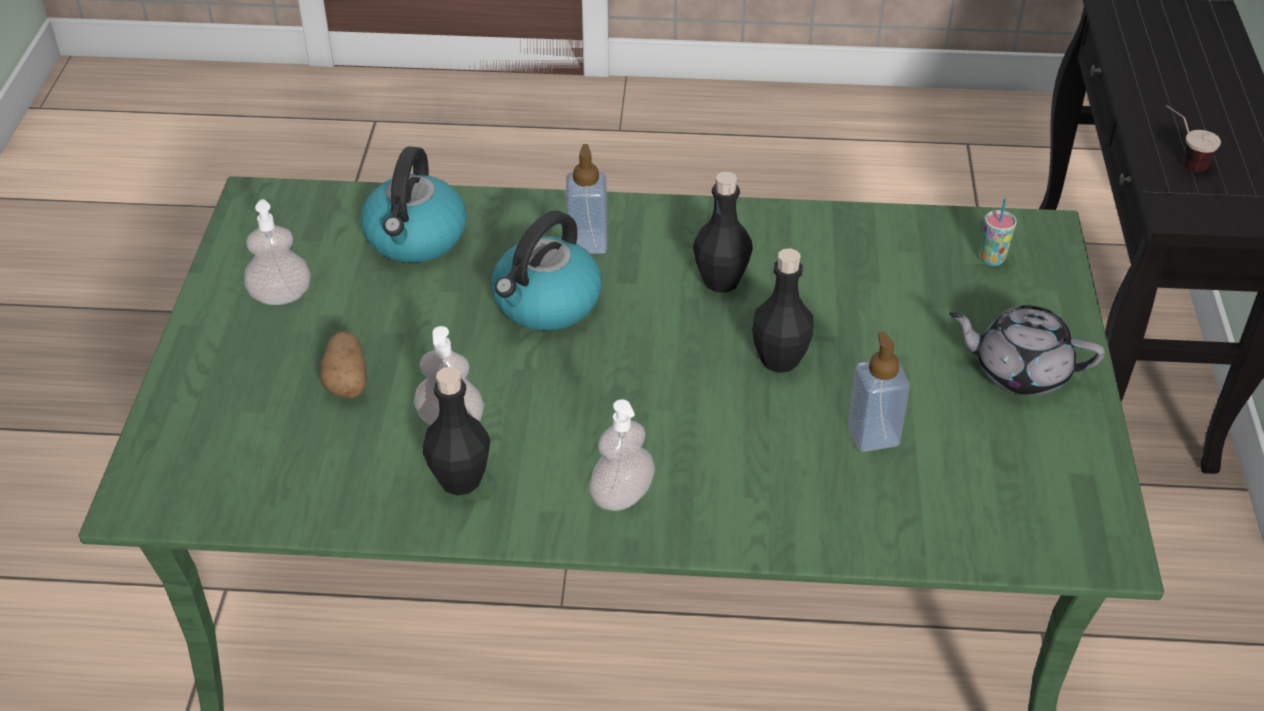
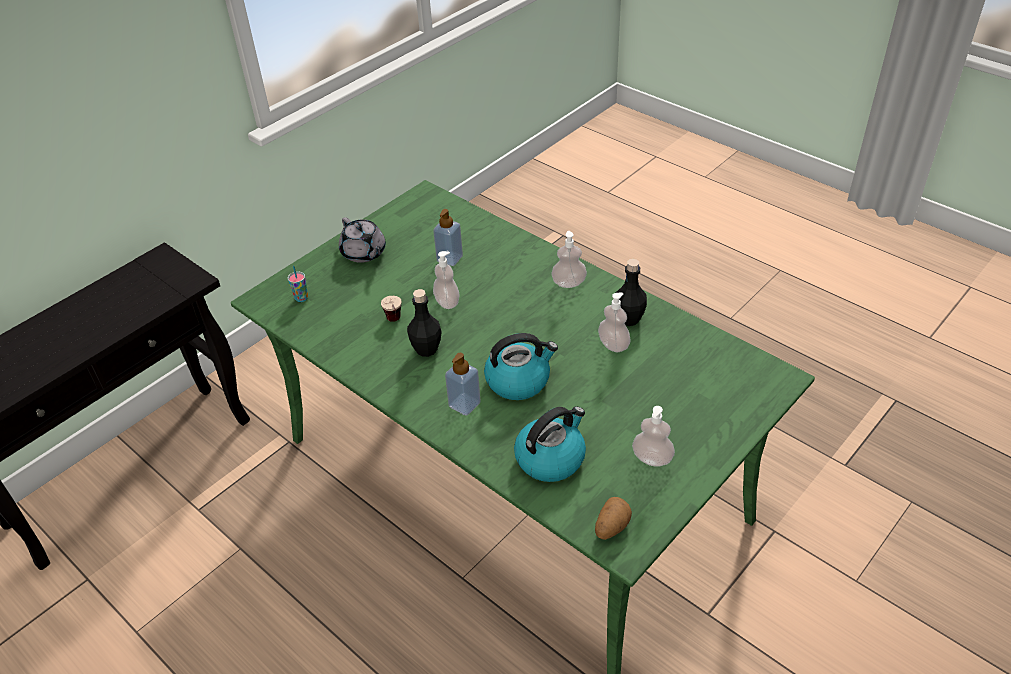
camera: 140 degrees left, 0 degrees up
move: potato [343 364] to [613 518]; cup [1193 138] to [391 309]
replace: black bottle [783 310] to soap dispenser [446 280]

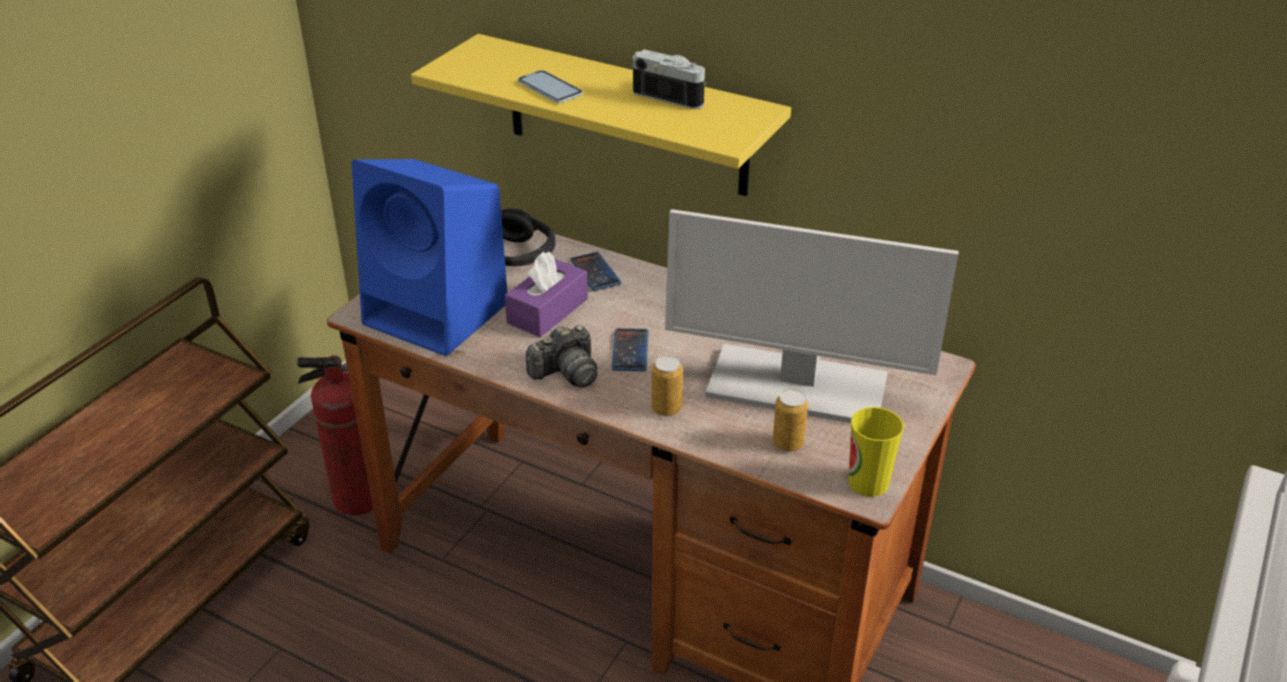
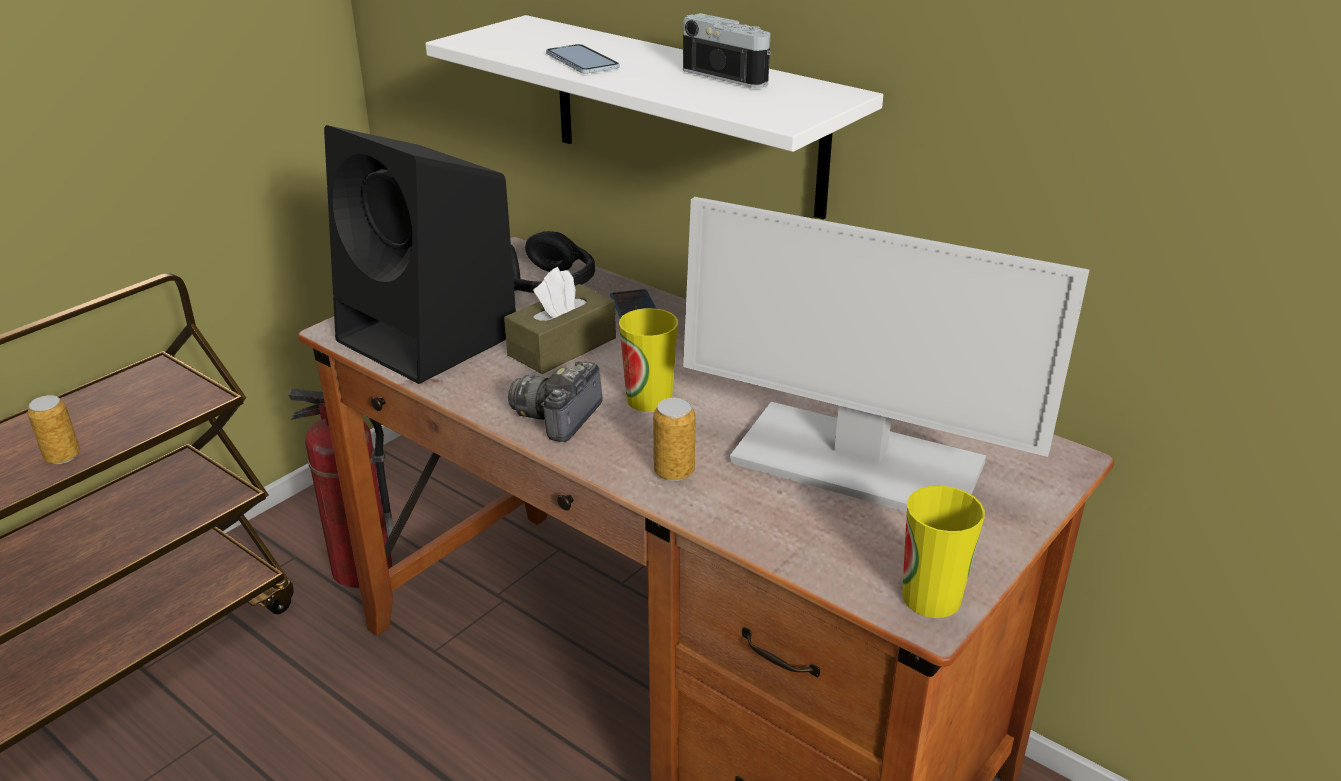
camera: 10 degrees right, 5 degrees down
move: can [790 420] to [53 429]
replace: phone [630 349] to cup [648 360]
recolor: blue speaker [429 257] to black speaker [420 254]; yellow shelf [601 115] to white shelf [654 117]; purple tissue box [546 294] to brown tissue box [560 320]
rotate: photo camera [562 356] = [555 401] 135 degrees clockwise

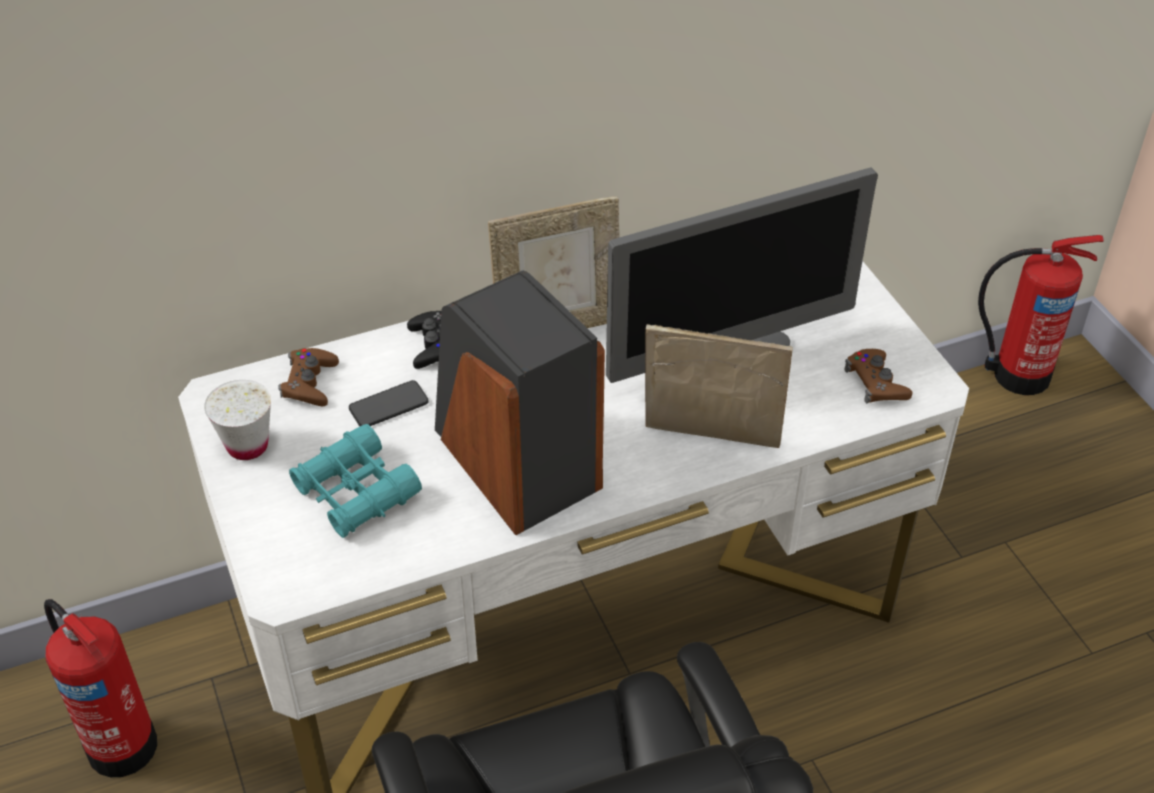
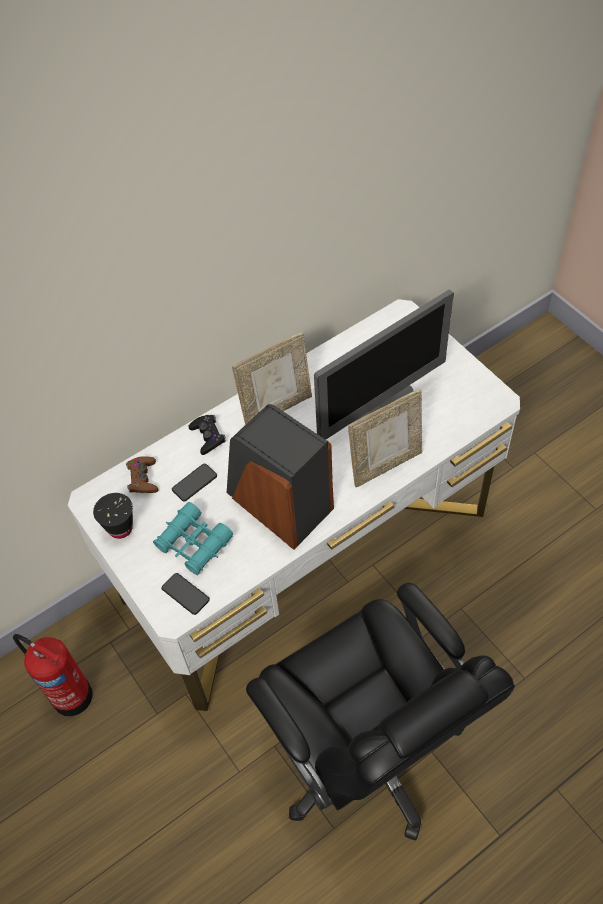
camera: 10 degrees left, 10 degrees up
delete: brown game controller [878 376]; fire extinguisher [1041 315]
insert: phone [185 594]
recolor: white cup [237 420] to black cup [113 516]
rotate: picture frame [719 386] = [385 438] 150 degrees clockwise

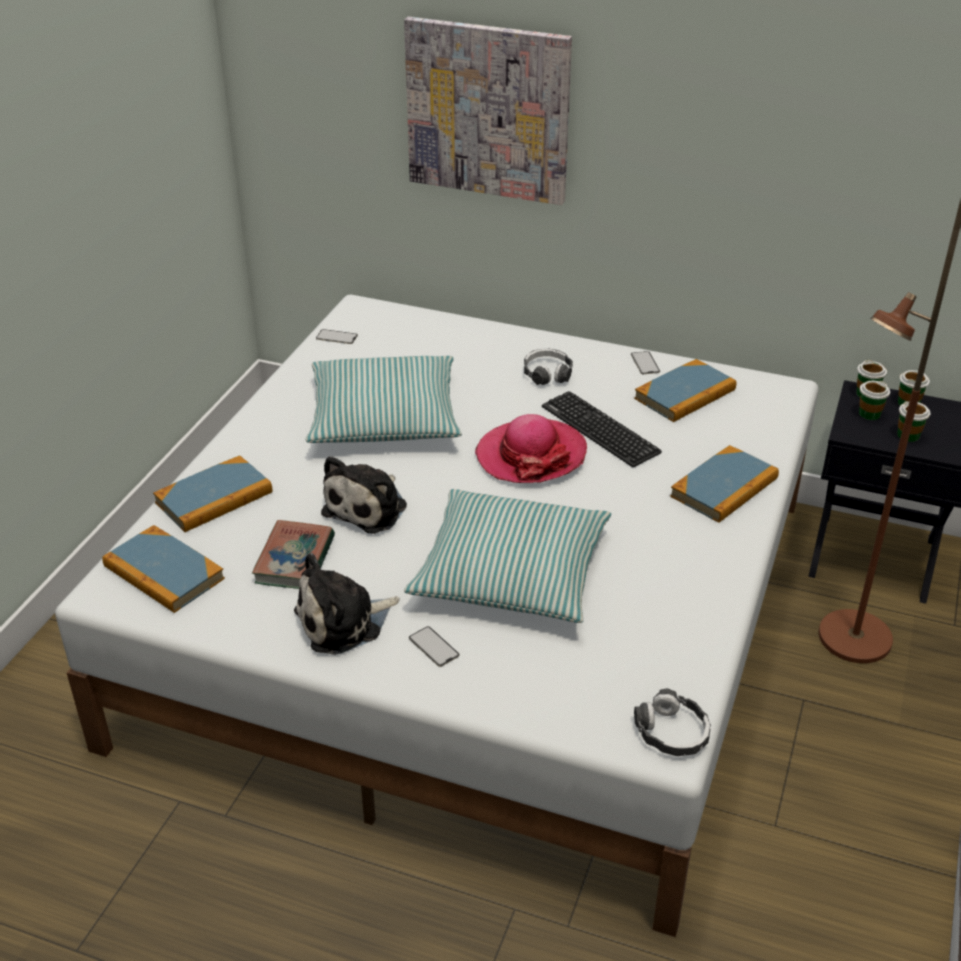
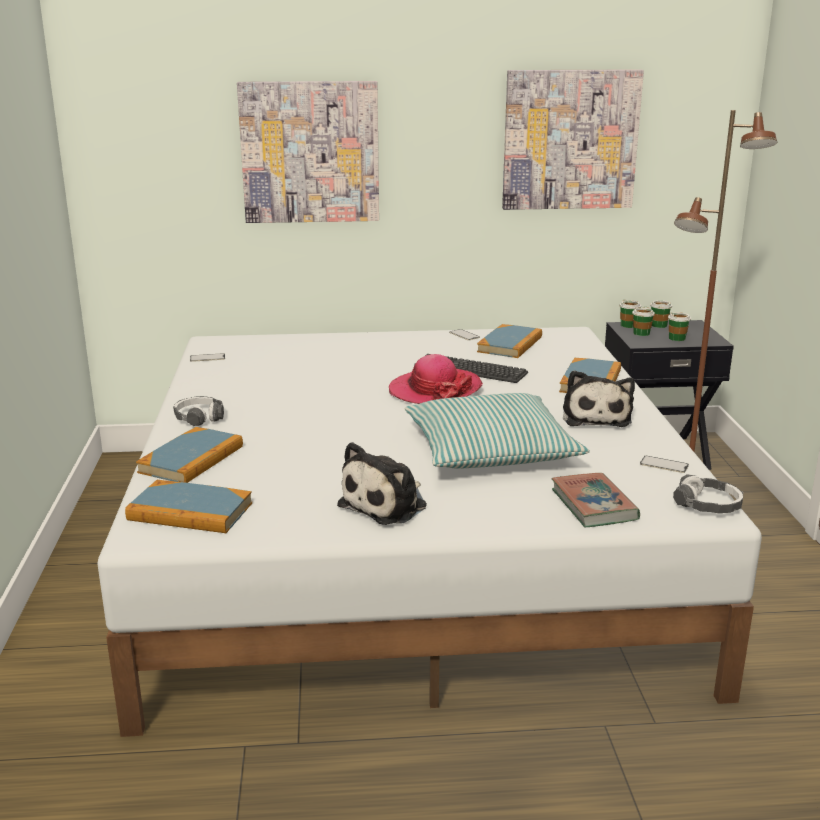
camera: 25 degrees left, 15 degrees down
delete: pillow [384 399]
insert: picture [573 139]
move: book [293 554] to [595 500]; plush toy [364 495] to [599 398]; phone [434 646] to [664 464]; headphones [548 367] to [198 411]

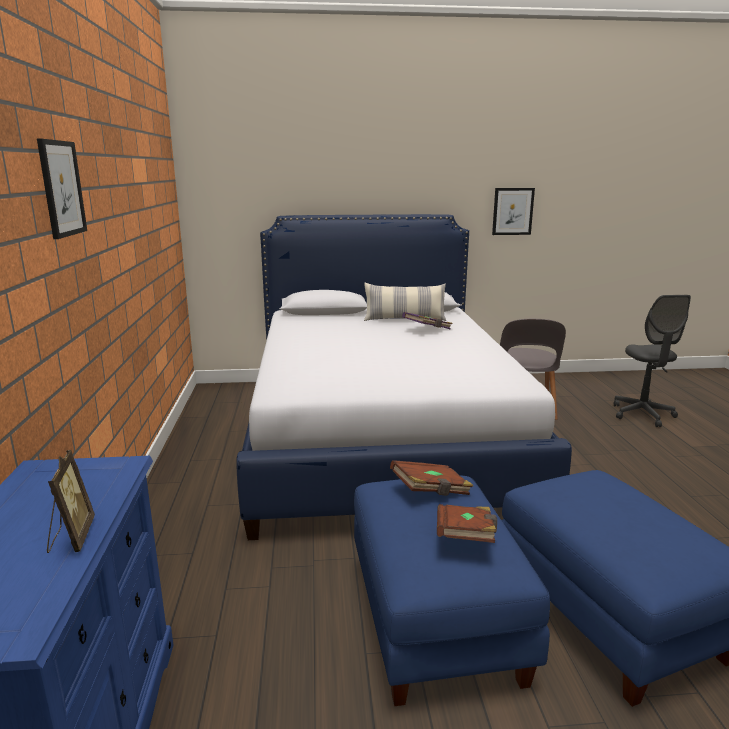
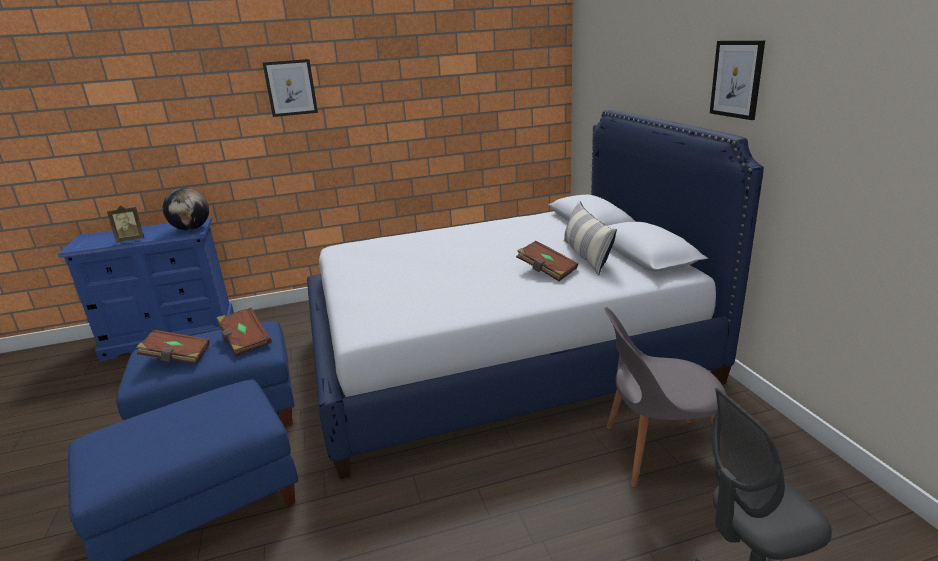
camera: 80 degrees right, 5 degrees up
insert: globe [186 209]
move: picture [513 211] to [737 80]
recolor: purple book [427 320] to brown book [547 261]

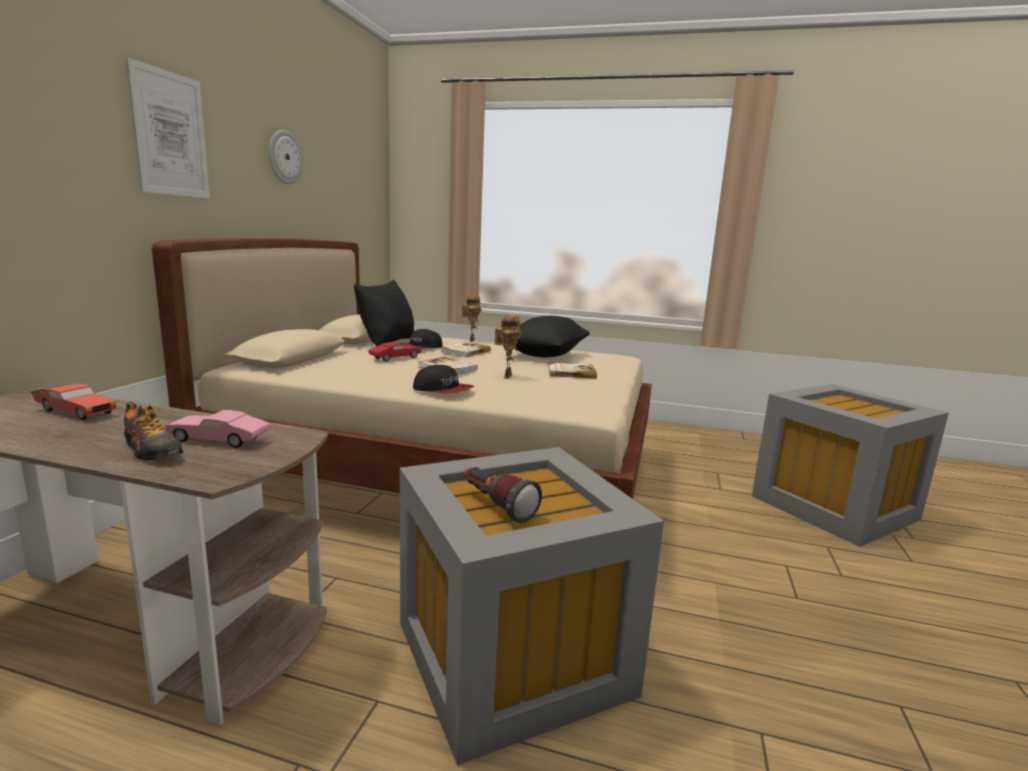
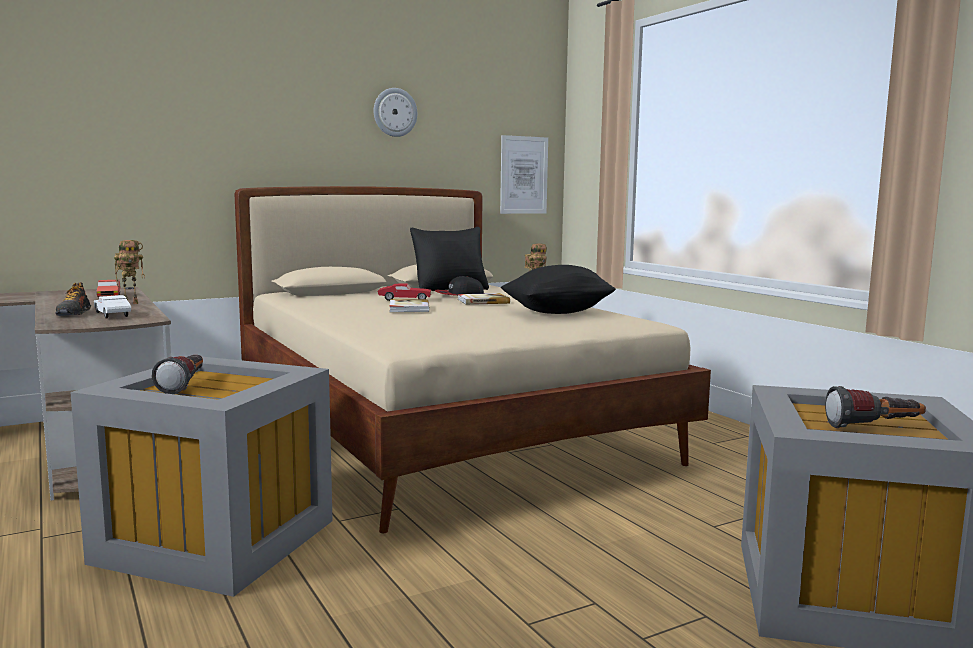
camera: 45 degrees right, 5 degrees down
delete: cap [443 378]; book [573 371]
insert: flashlight [875 407]
move: picture [167 127] to [524 174]; toy robot [507 347] to [129 272]
recolor: pink toy car [218 429] to white toy car [112 307]

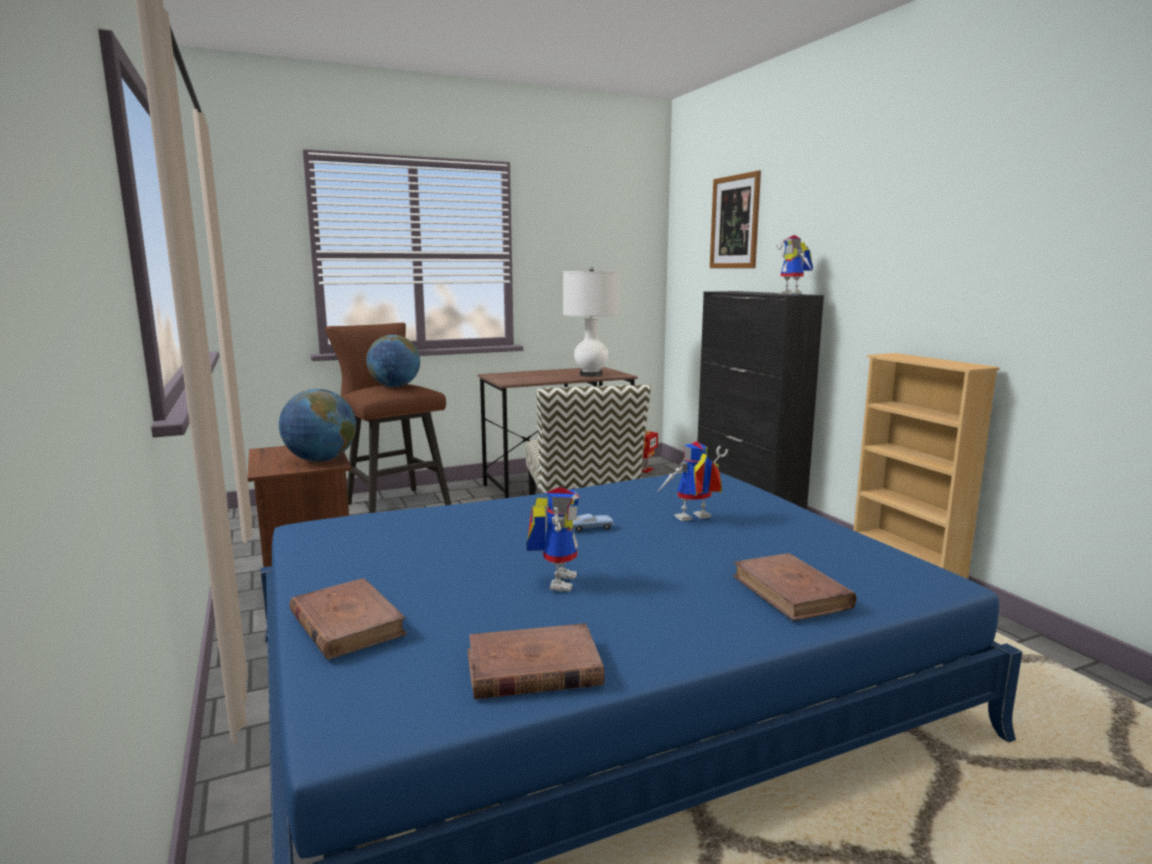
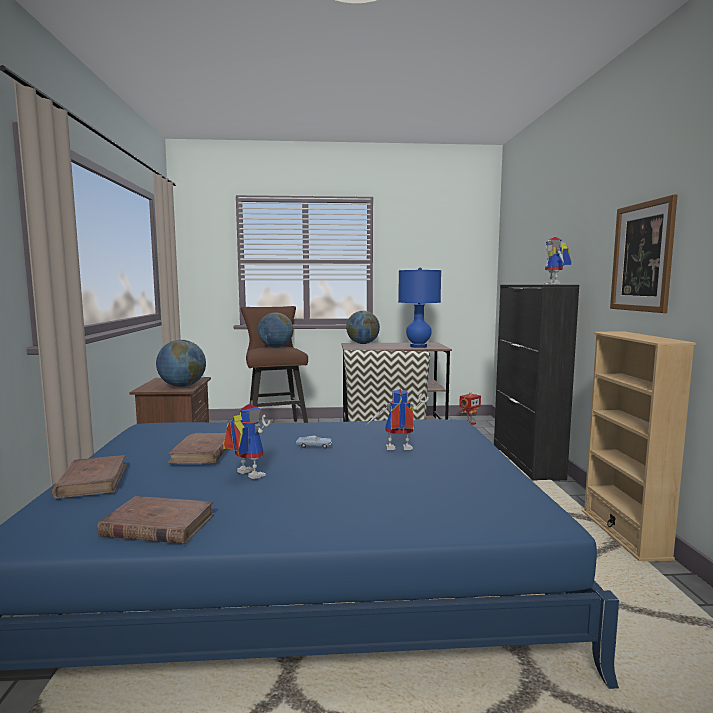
camera: 20 degrees right, 5 degrees down
insert: globe [363 327]
move: picture [735 219] to [643 253]; brown book [795 587] to [196 448]
recolor: white table lamp [591 322] to blue table lamp [419 307]
rotate: toy robot [553 539] = [246 441] 75 degrees counterclockwise

